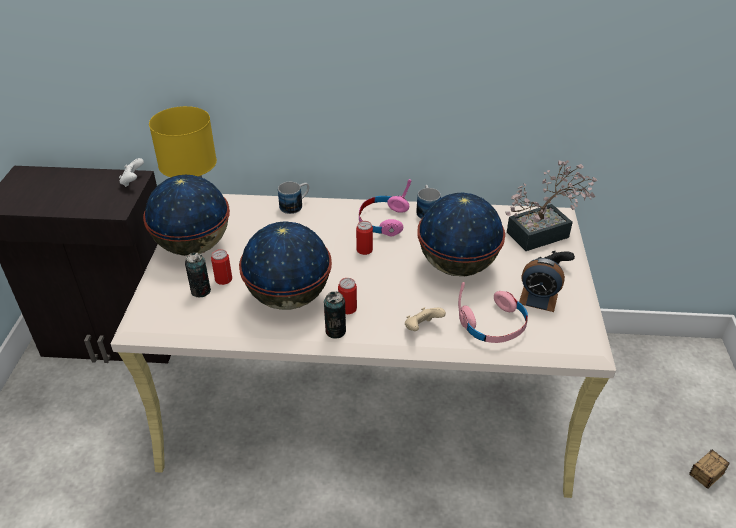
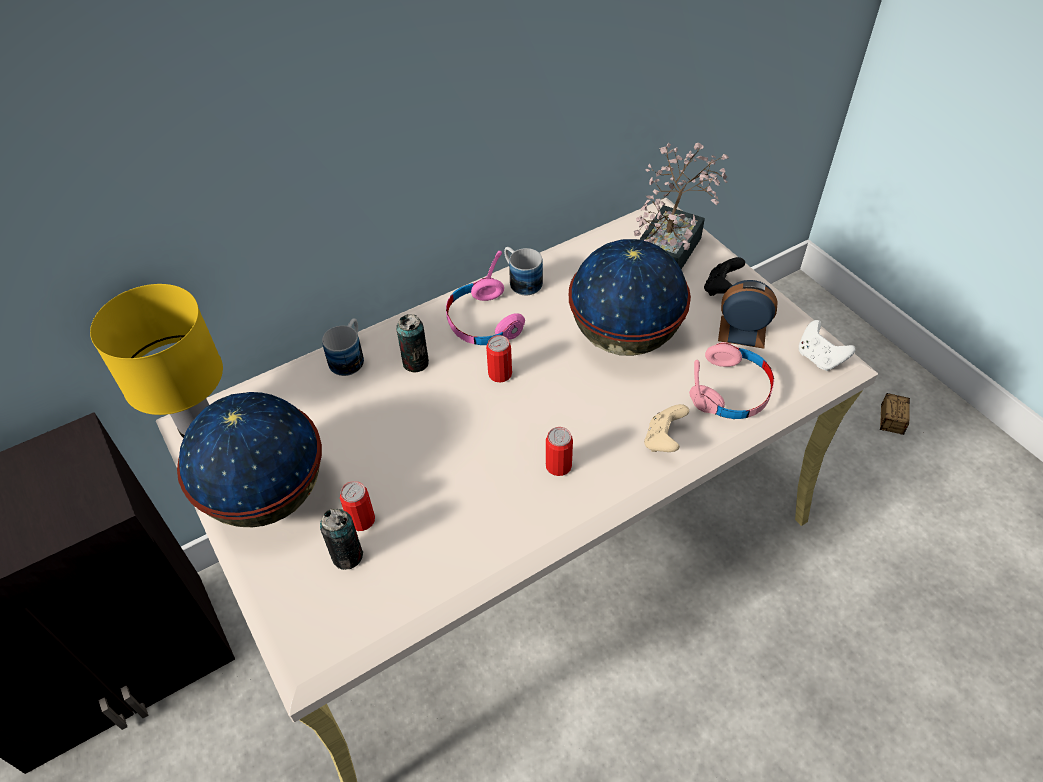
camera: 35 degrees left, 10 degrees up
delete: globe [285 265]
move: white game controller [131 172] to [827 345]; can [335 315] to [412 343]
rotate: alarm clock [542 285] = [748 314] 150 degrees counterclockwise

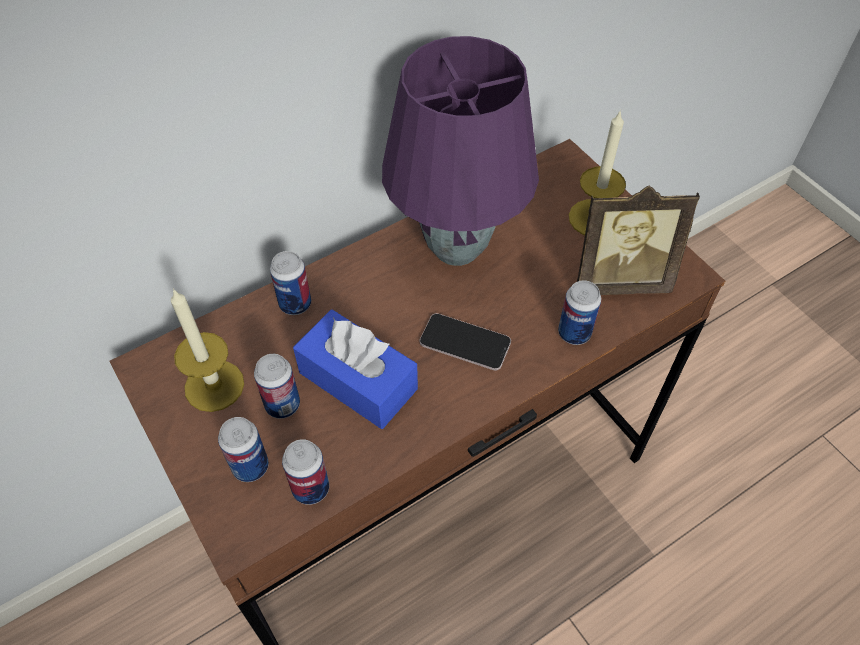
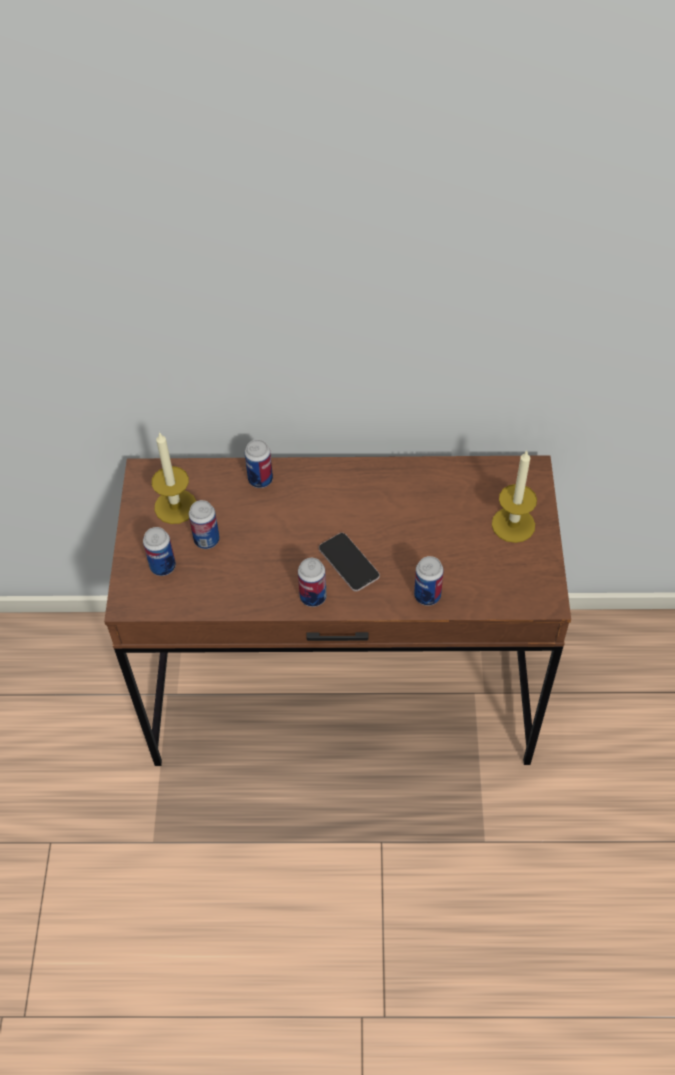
camera: 35 degrees right, 0 degrees up
delete: blue tissue box [355 369]; purple table lamp [460 151]; picture frame [638 240]
move: can [305 472] to [312 582]

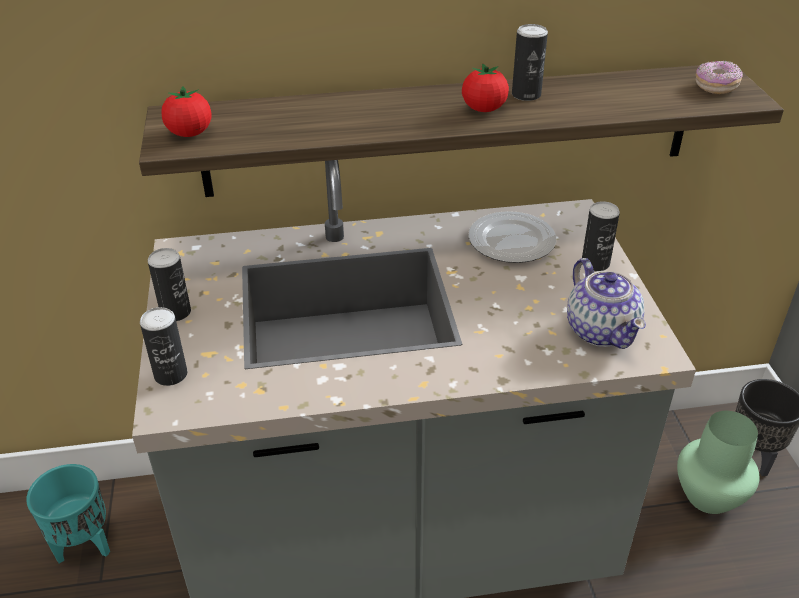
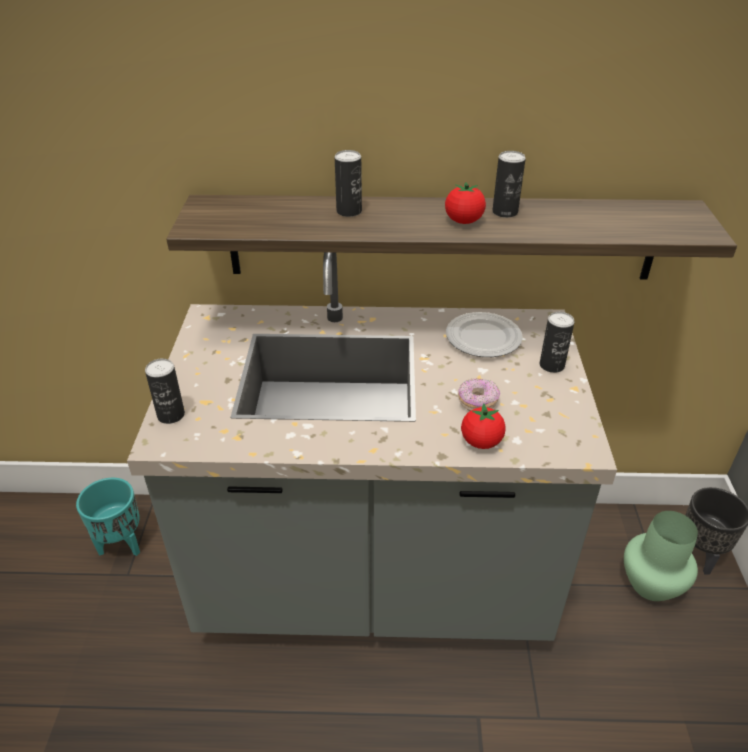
camera: 10 degrees right, 0 degrees up
delete: teapot [606 303]
move: can [169 284] to [348 183]; tomato [186 111] to [483 426]; donut [719 77] to [479 394]

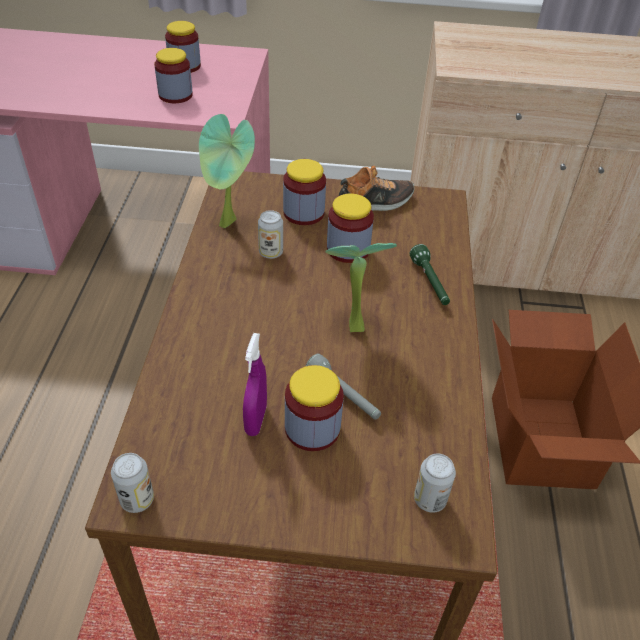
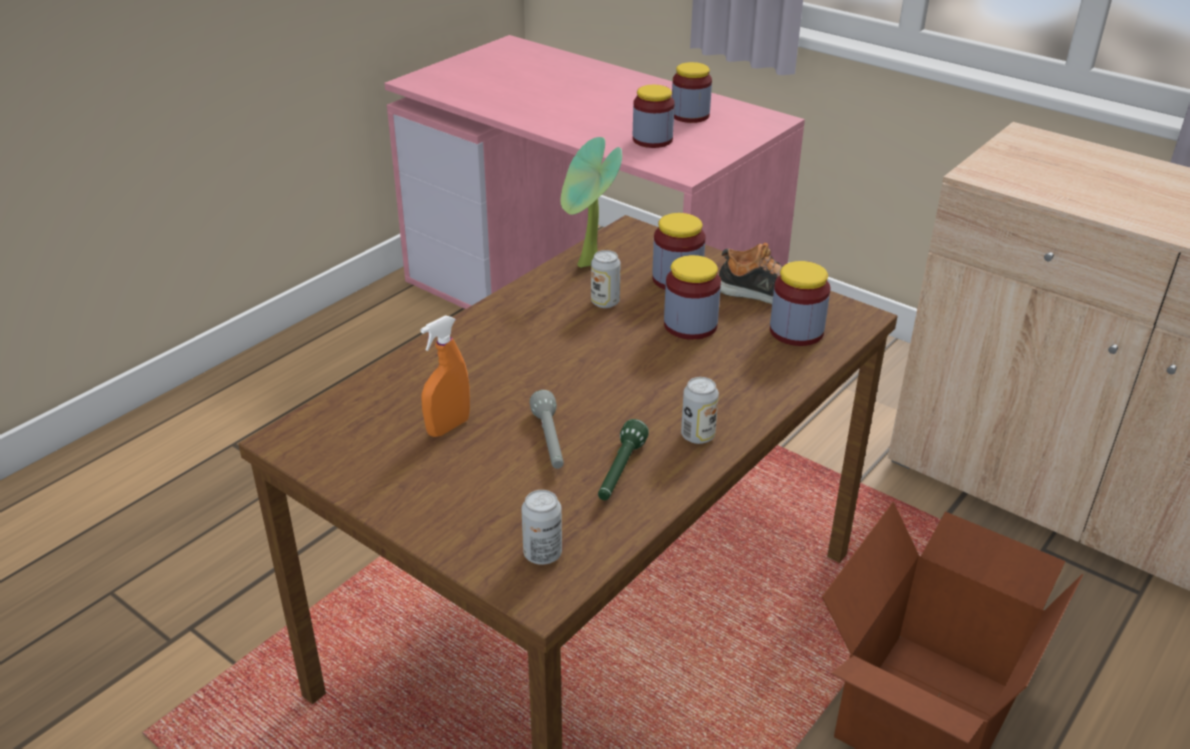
camera: 35 degrees right, 10 degrees down
delete: potted plant [361 287]
move: can [132 483] to [700 410]; jar [314 408] to [800 303]; green flashlight [430 274] to [623 459]
recolor: purple spray bottle [255 384] to orange spray bottle [445 376]

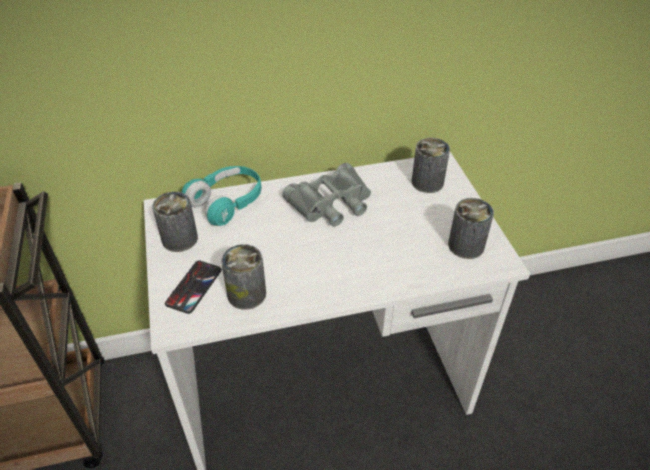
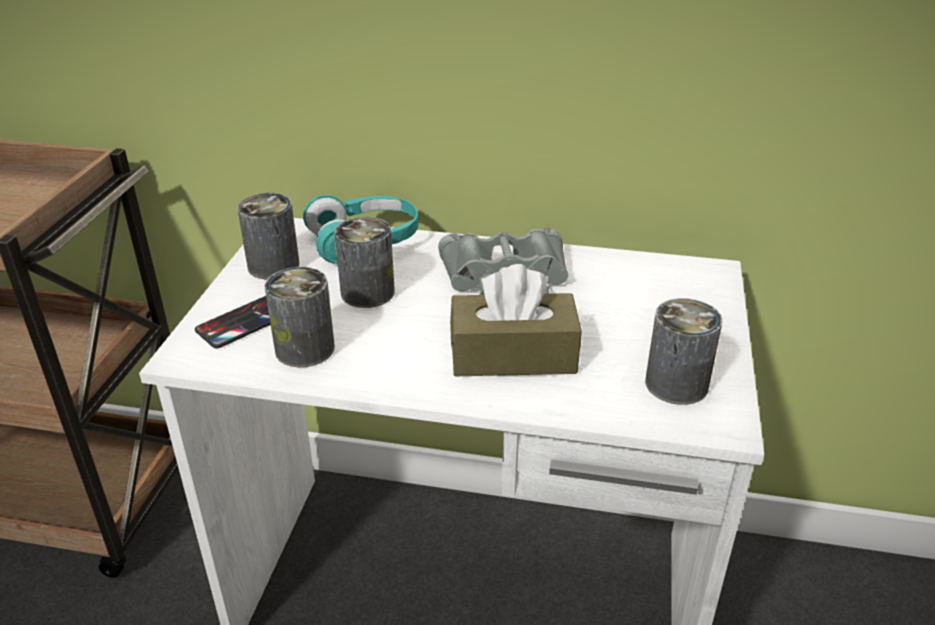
camera: 25 degrees right, 10 degrees down
insert: brown tissue box [516 320]
move: can [431 165] to [365 262]

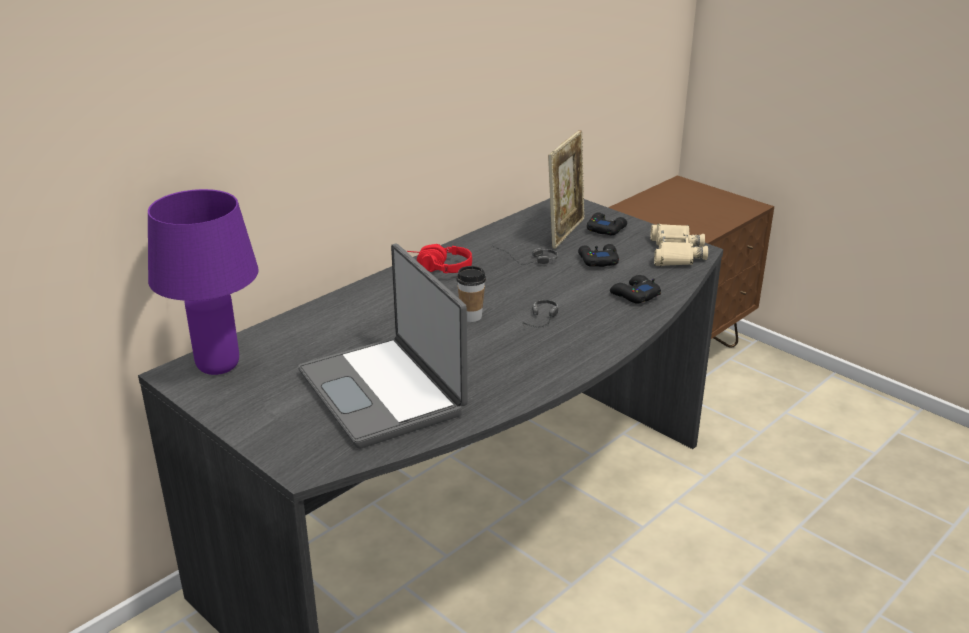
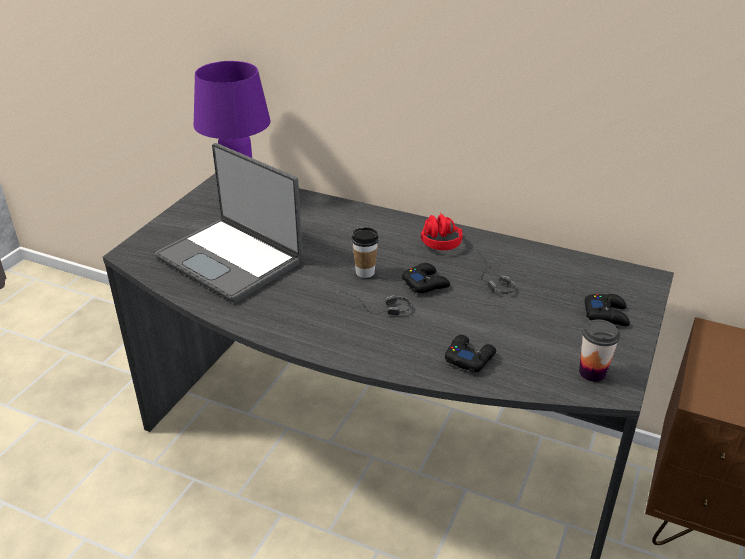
camera: 70 degrees right, 5 degrees up
delete: picture frame [566 189]
move: black game controller [598 255] to [426 278]
replace: beige binoculars [679 245] to cup [599 351]
rotate: laptop [383 346] = [229 223] 90 degrees counterclockwise

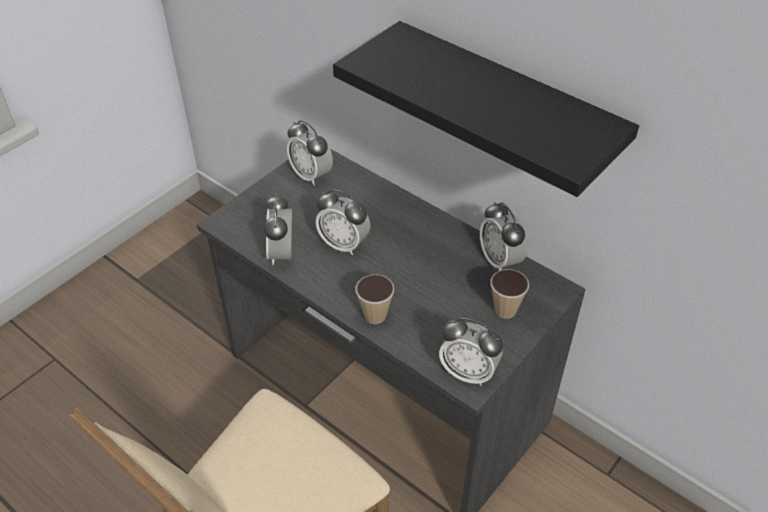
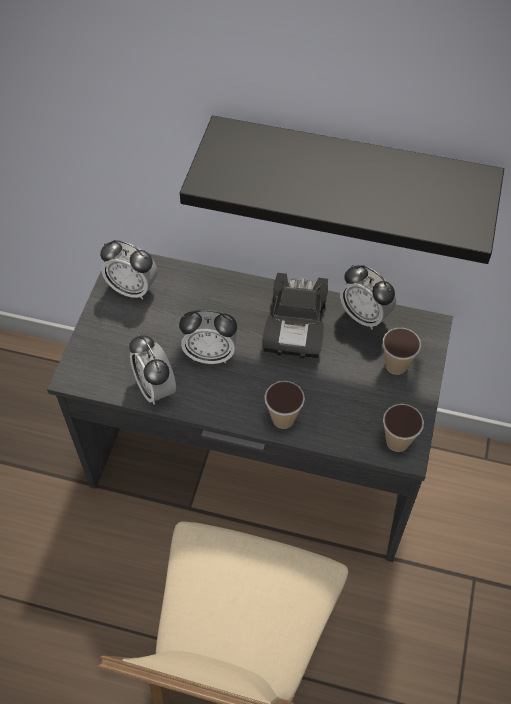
camera: 25 degrees left, 10 degrees up
insert: black toy car [295 315]
replace: alarm clock [471 352] to cup [403 428]

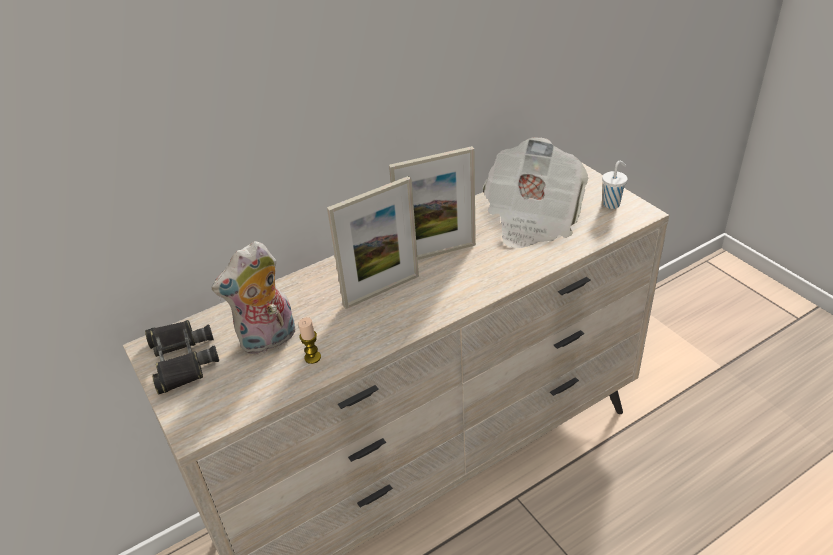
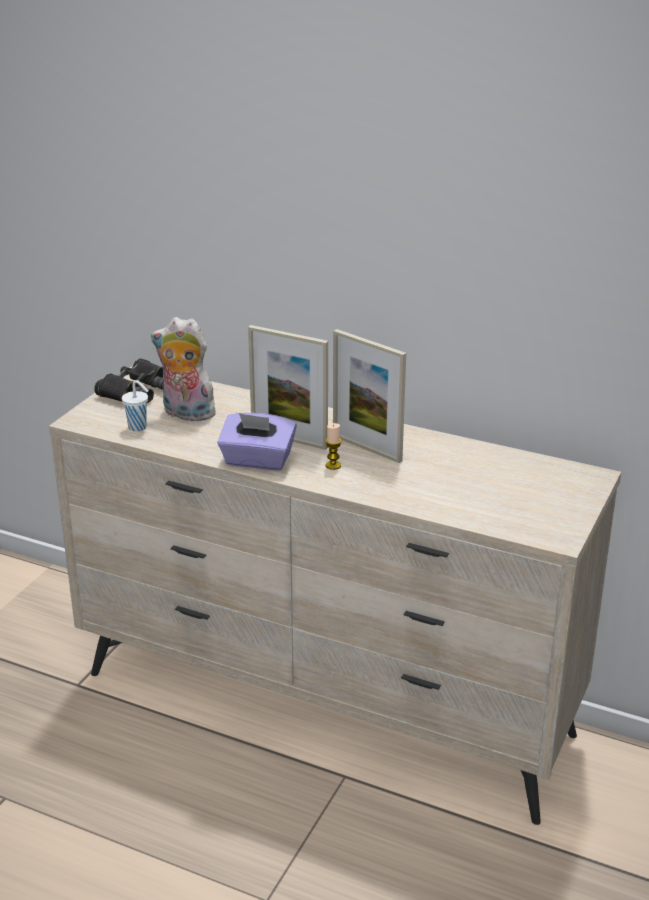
camera: 55 degrees right, 10 degrees down
delete: newspaper [536 192]
insert: purple tissue box [257 441]
move: candle [309 340] to [333 446]; white cup [614 185] to [135 405]

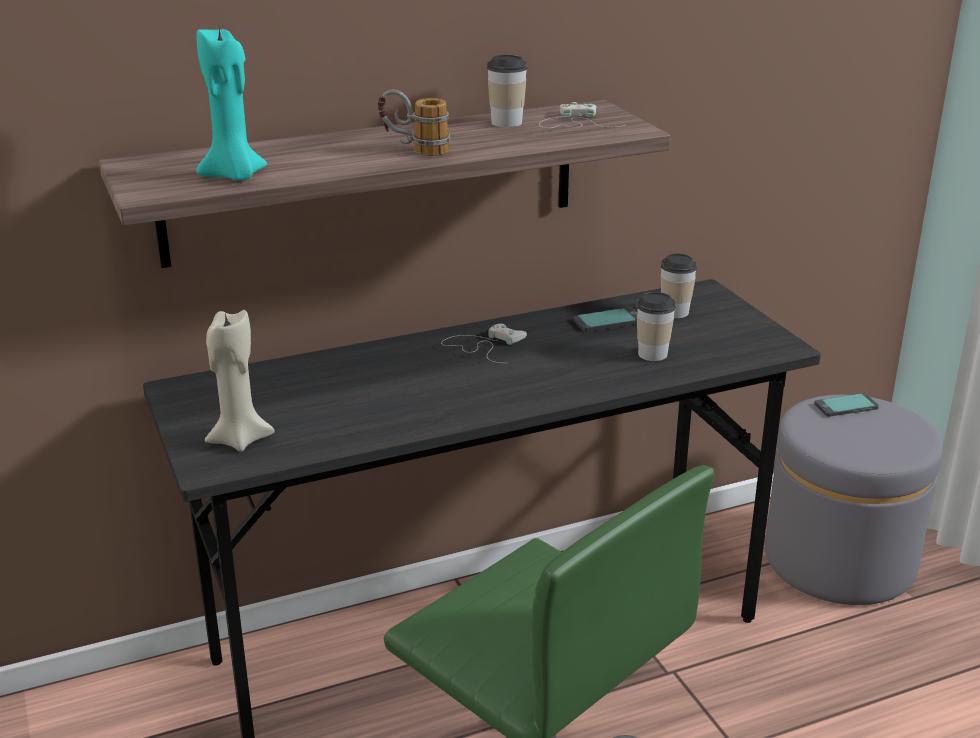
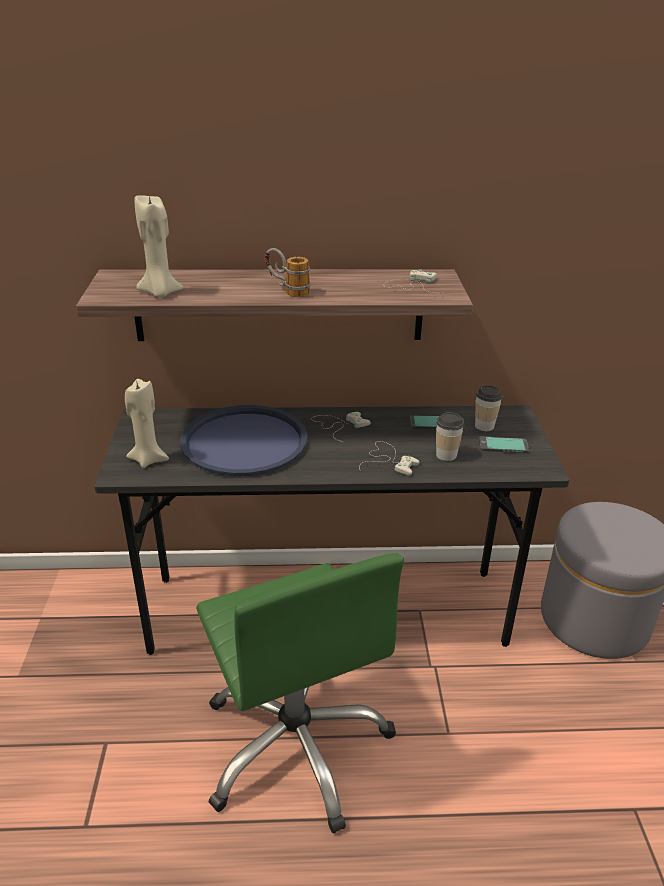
camera: 20 degrees right, 5 degrees up
delete: cup [507 91]
insert: blue tray [244 440]; white game controller [389 458]
move: phone [846 405] to [504 445]
recolor: turquoise candle [231 103] to beige candle [159 246]

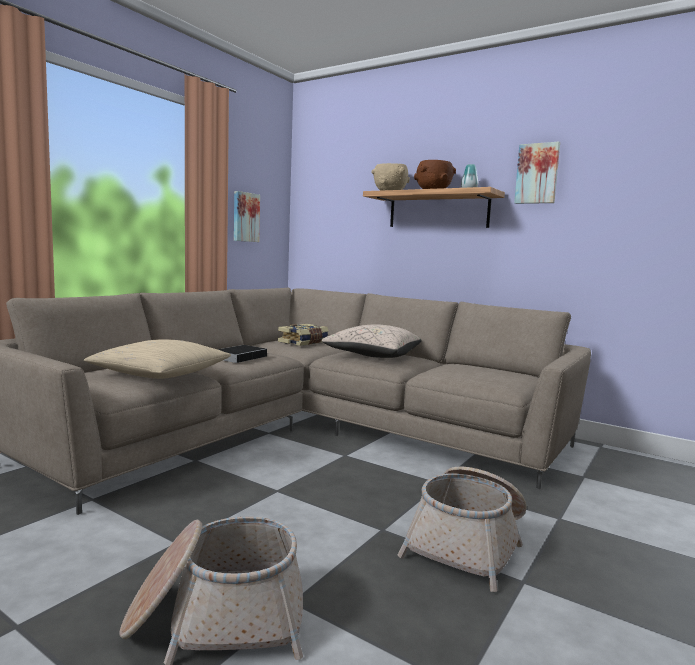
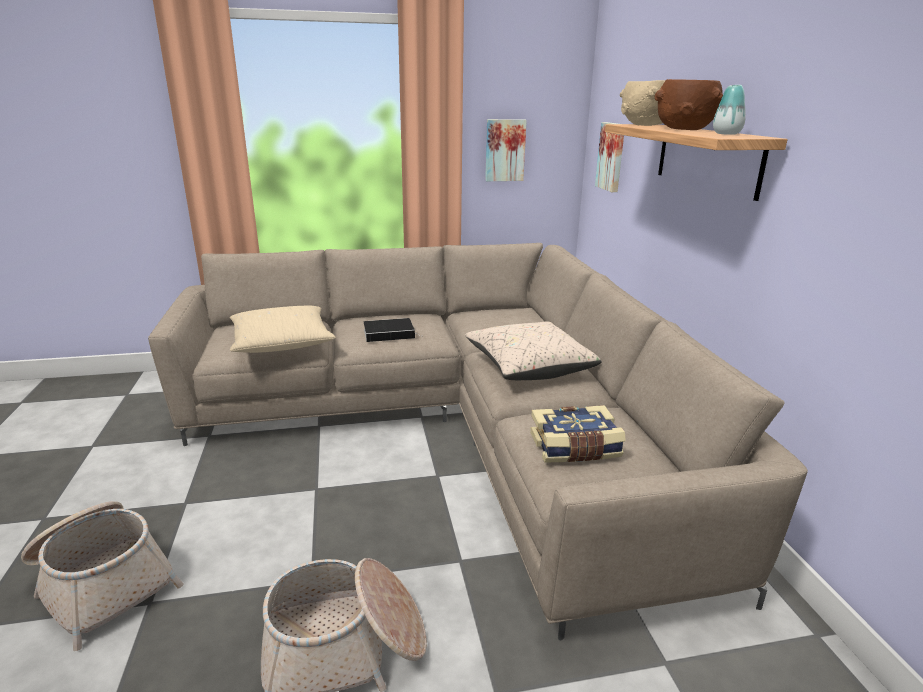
camera: 45 degrees right, 15 degrees up
move: book [303 335] to [578 434]; picture [537 173] to [609 157]

